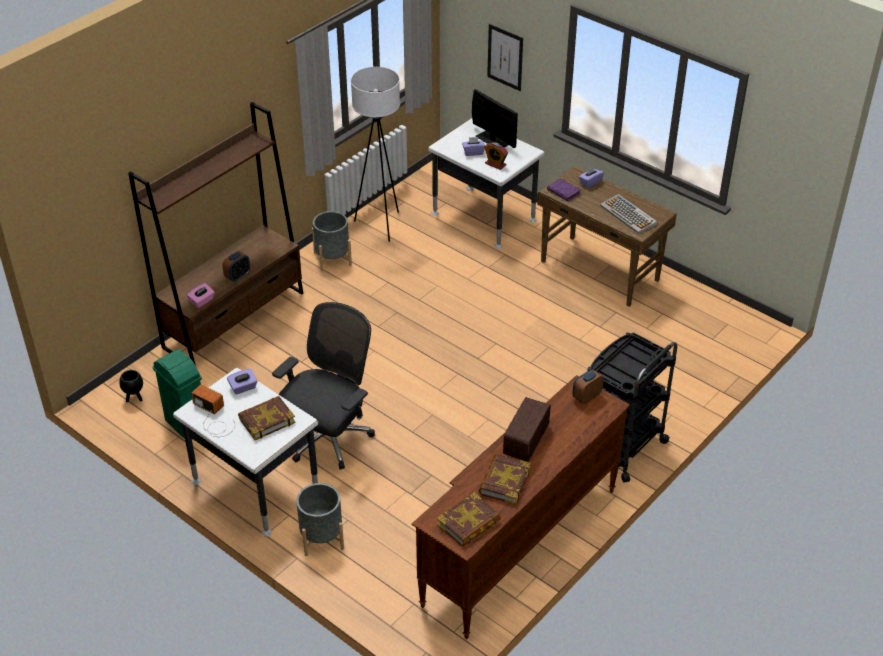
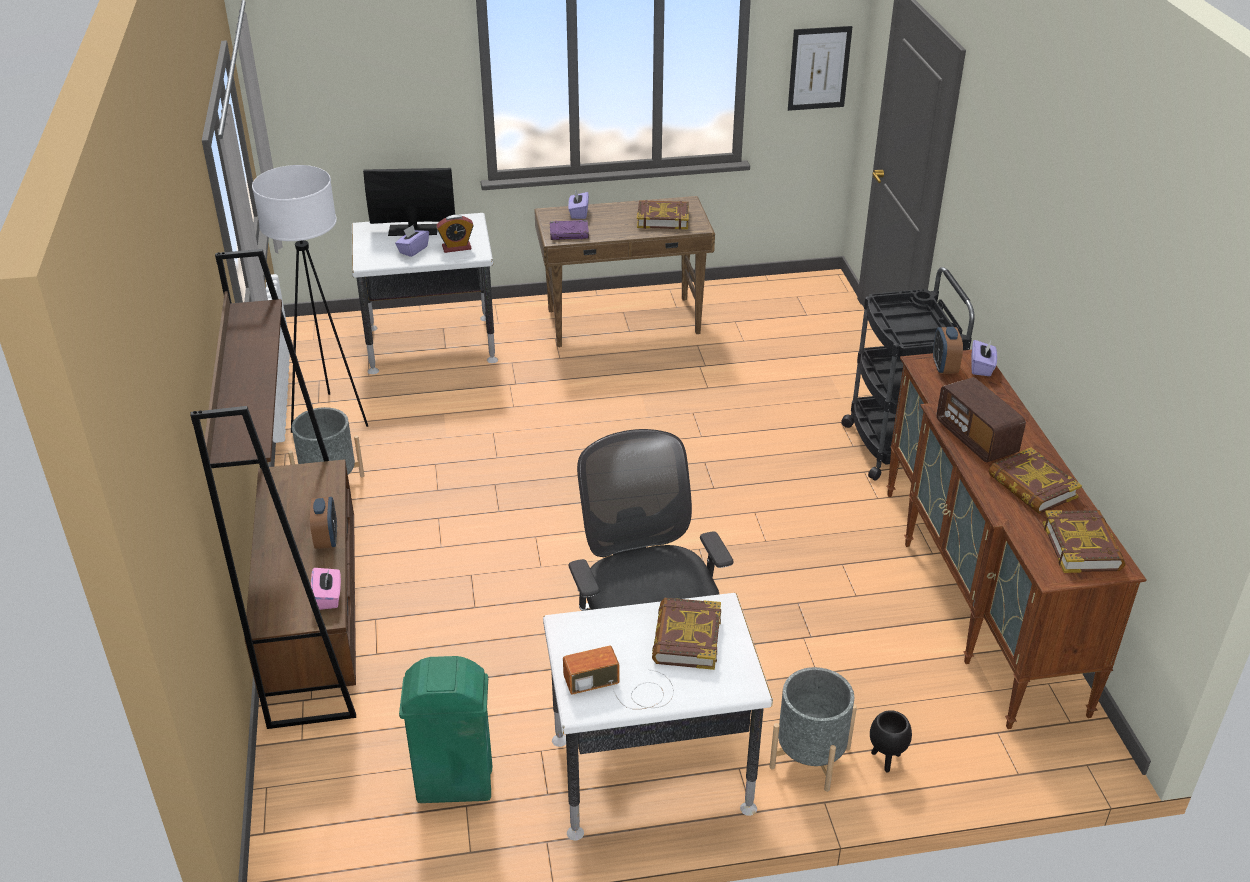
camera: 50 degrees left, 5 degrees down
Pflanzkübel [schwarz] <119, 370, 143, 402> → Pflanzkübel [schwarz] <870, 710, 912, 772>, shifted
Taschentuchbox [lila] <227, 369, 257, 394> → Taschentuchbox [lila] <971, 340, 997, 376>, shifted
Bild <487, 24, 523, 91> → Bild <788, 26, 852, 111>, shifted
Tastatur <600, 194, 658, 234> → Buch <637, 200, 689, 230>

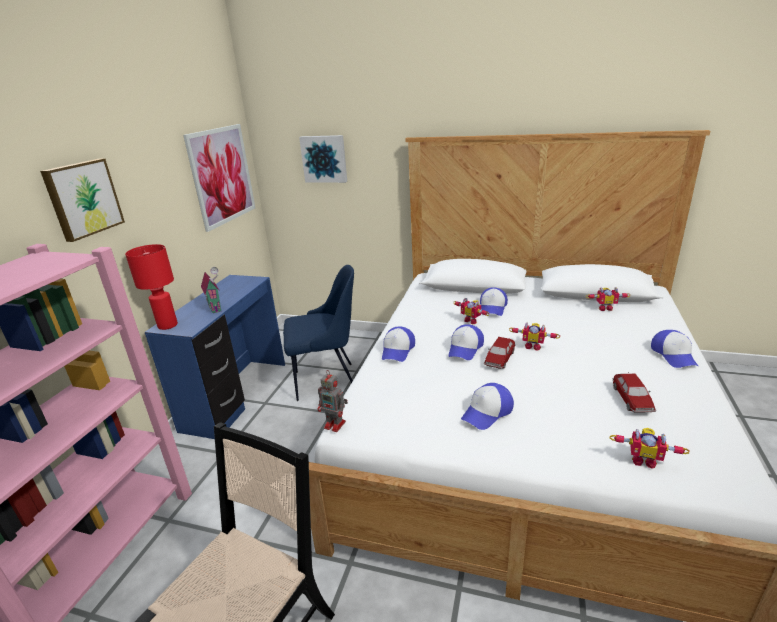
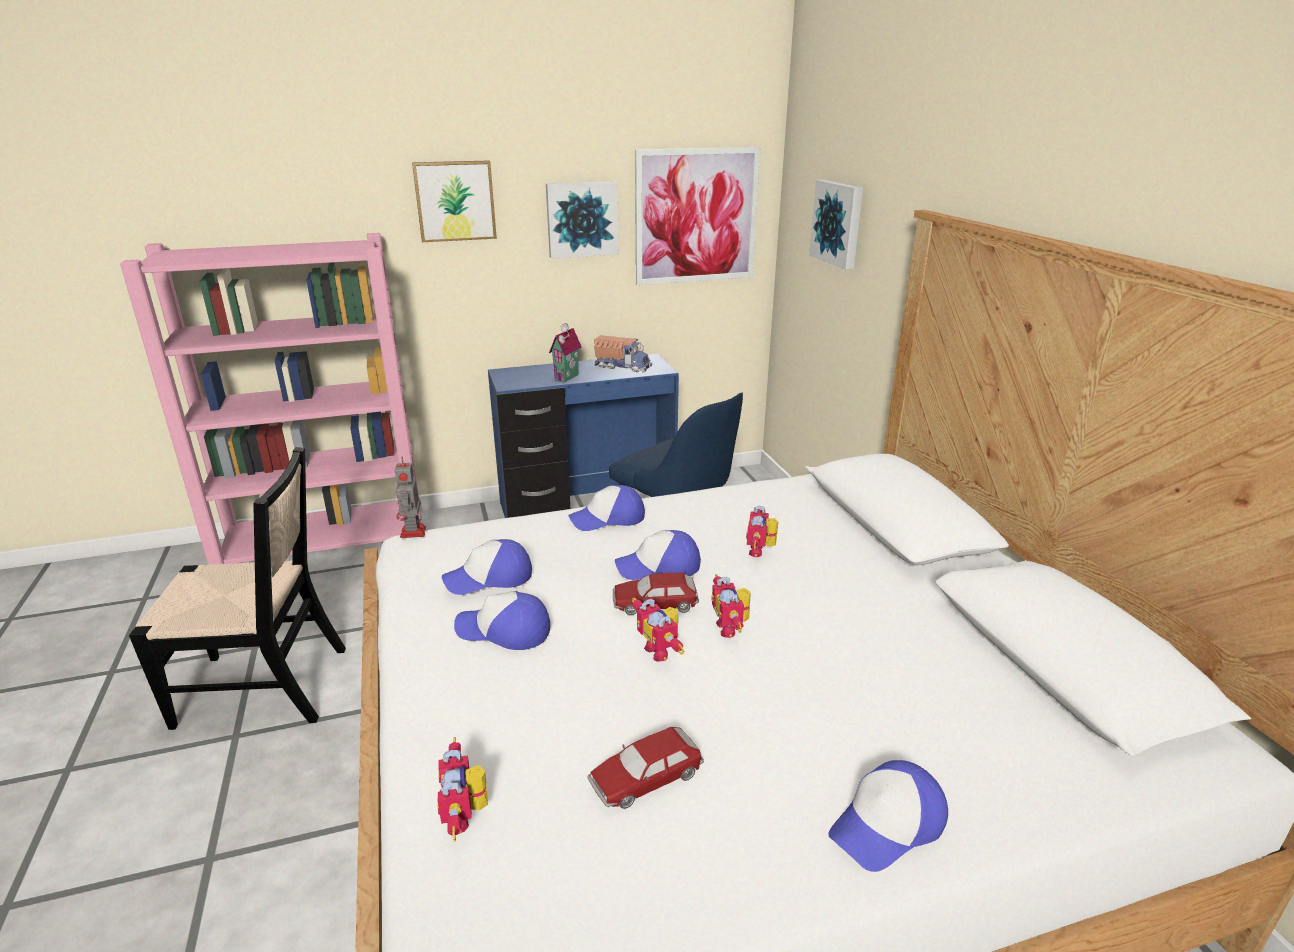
camera: 55 degrees right, 0 degrees up
Tischlampe [rot] <125, 244, 178, 330> → -
- → Bild <546, 181, 619, 259>
- → Spielzeuglaster <594, 335, 652, 373>
Kappe <480, 287, 508, 316> → Kappe <442, 539, 532, 595>, shifted
Spielzeugroboter <586, 287, 630, 311> → Spielzeugroboter <632, 598, 684, 662>, shifted

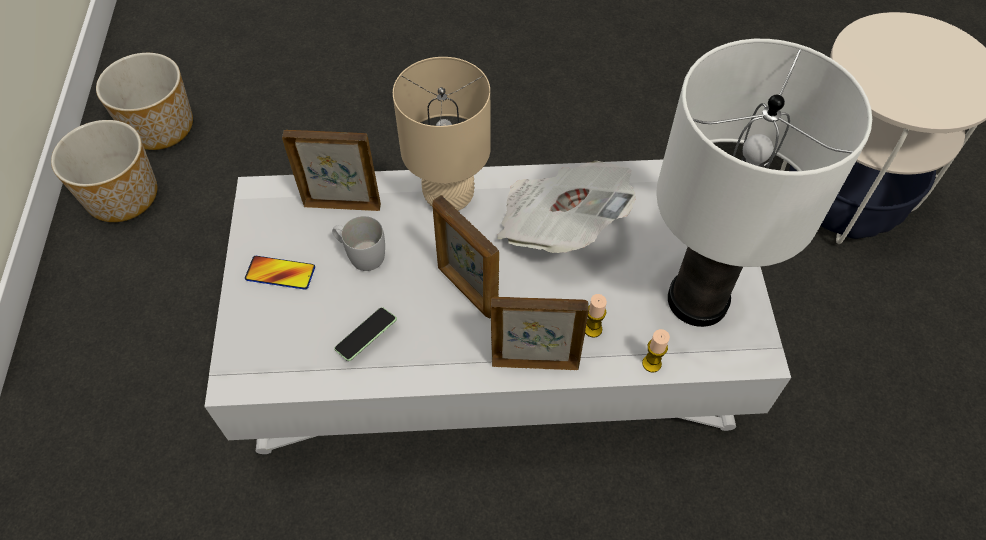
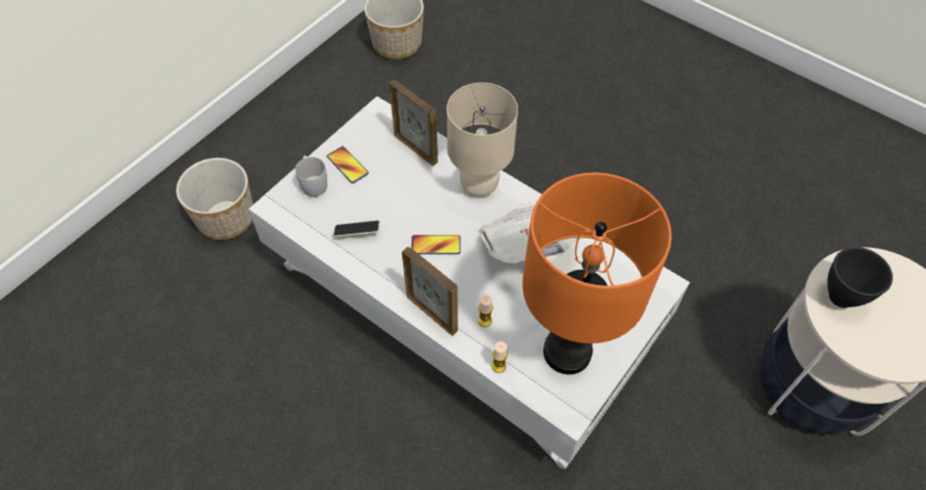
camera: 40 degrees right, 0 degrees up
- → Schüssel [schwarz] <827, 247, 893, 308>
Pflanzkübel <51, 120, 157, 222> → Pflanzkübel <176, 158, 253, 240>, shifted
Henkelbecher [weiß] <332, 216, 385, 271> → Henkelbecher [weiß] <295, 156, 327, 197>, shifted
Bilderrahmen <432, 195, 499, 318> → Handy <411, 235, 461, 254>
Tischlampe [weiß] <656, 39, 872, 327> → Tischlampe [orange] <522, 172, 672, 375>

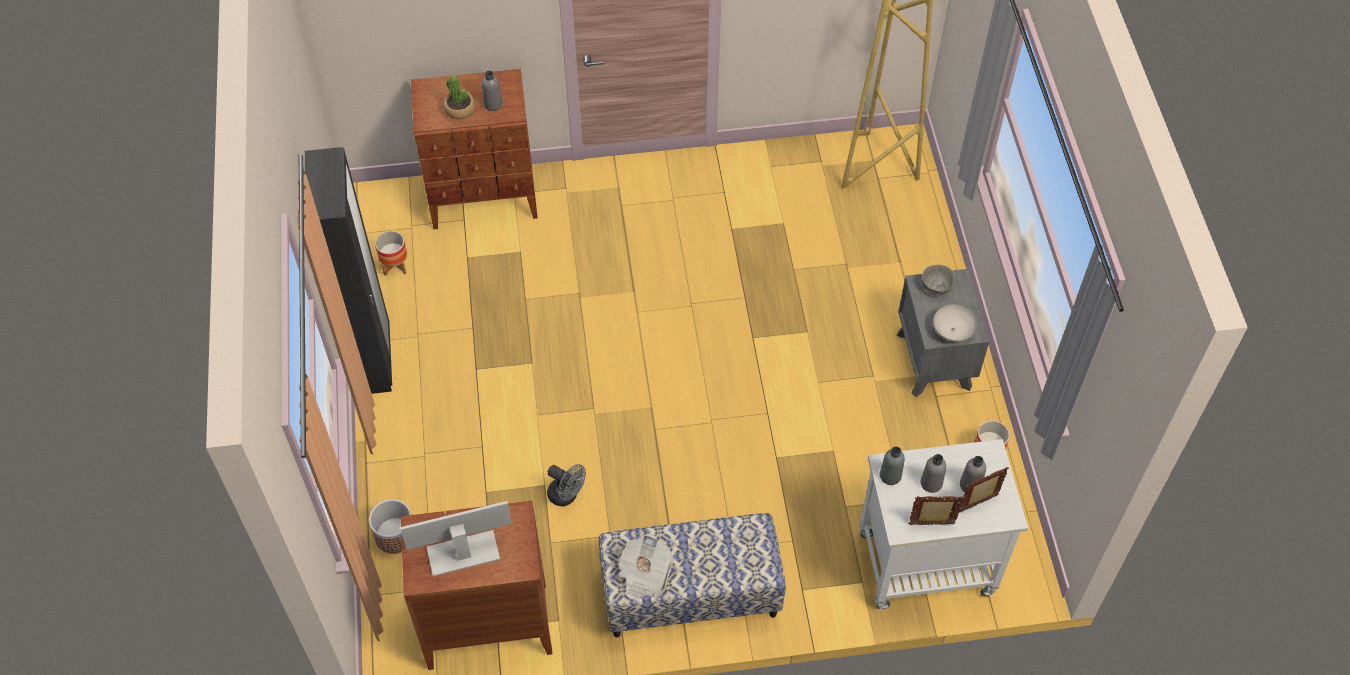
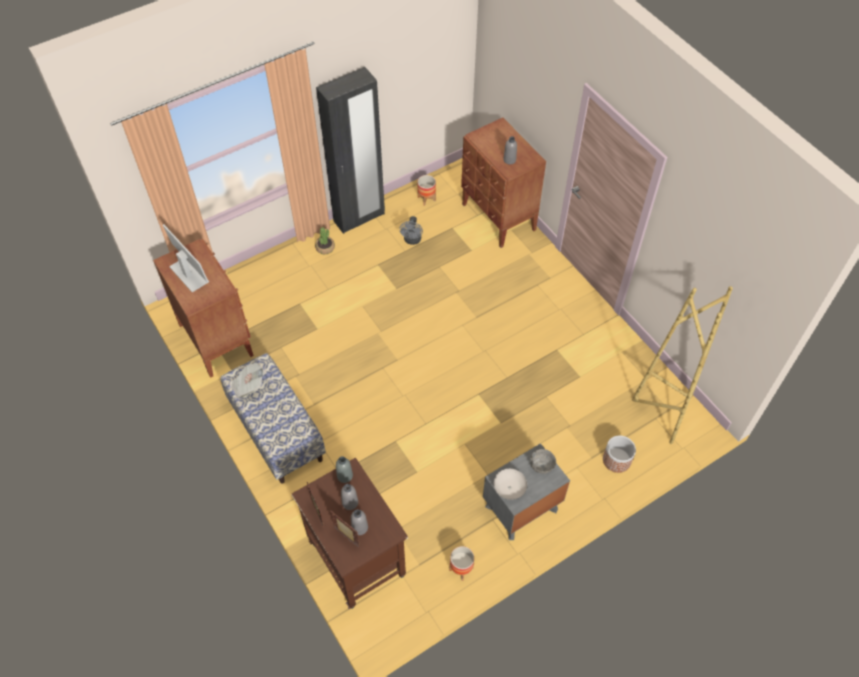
camera: 65 degrees right, 0 degrees up
Pflanzkübel <369, 499, 412, 554> → Pflanzkübel <603, 435, 636, 473>, shifted
Topfpflanze <443, 75, 475, 119> → Topfpflanze <315, 228, 335, 254>, shifted
Ventilator [grau] <547, 464, 586, 506> → Ventilator [grau] <399, 216, 423, 245>, shifted
Rollwagen [weiß] <859, 439, 1028, 611> → Rollwagen [braun] <292, 457, 408, 610>

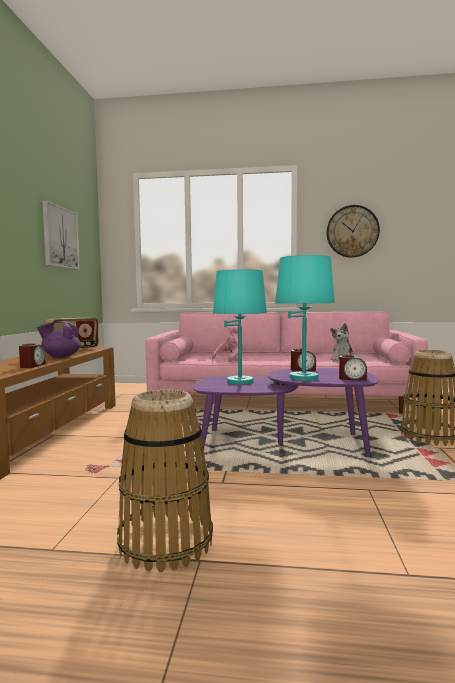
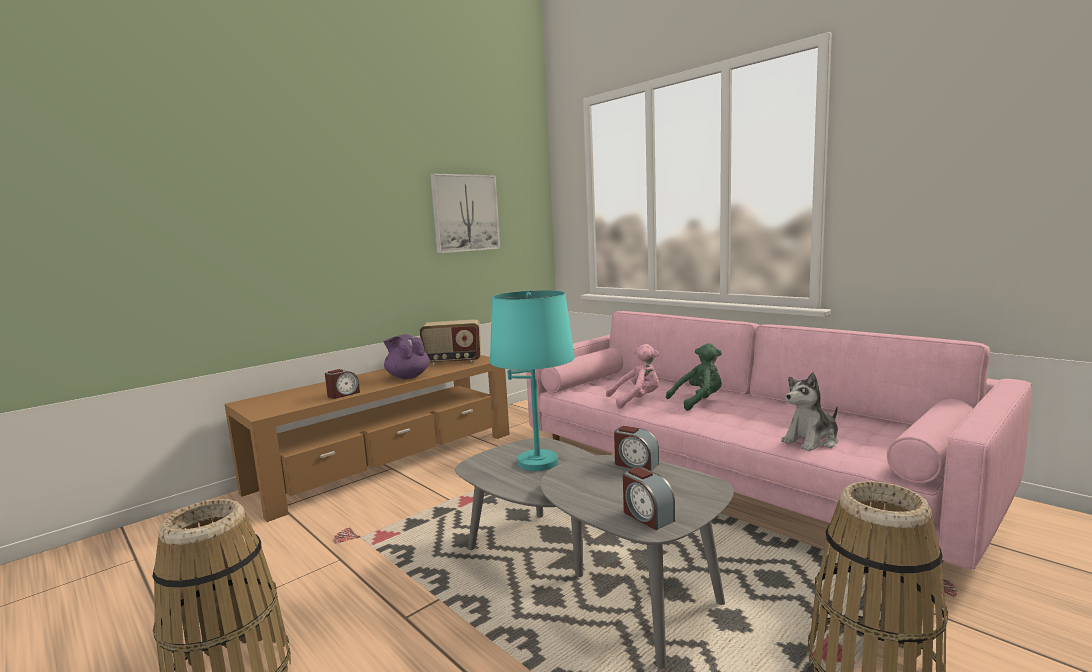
camera: 40 degrees right, 5 degrees up
Tischlampe [türkis] <275, 255, 335, 381> → -
Wanduhr <327, 205, 380, 258> → -
- → Plüschtier [grün] <666, 343, 722, 411>
Couchtisch [lila] <193, 368, 379, 457> → Couchtisch [grau] <455, 438, 734, 668>

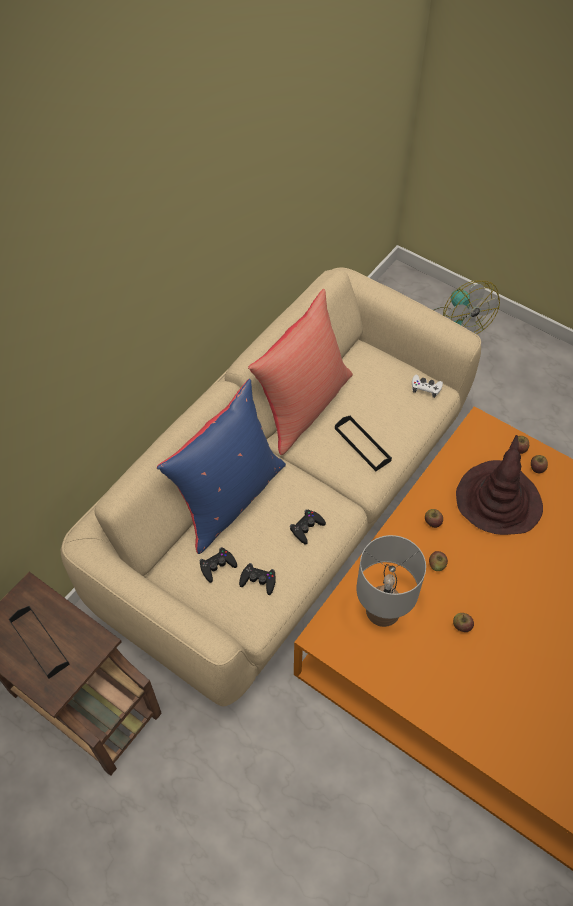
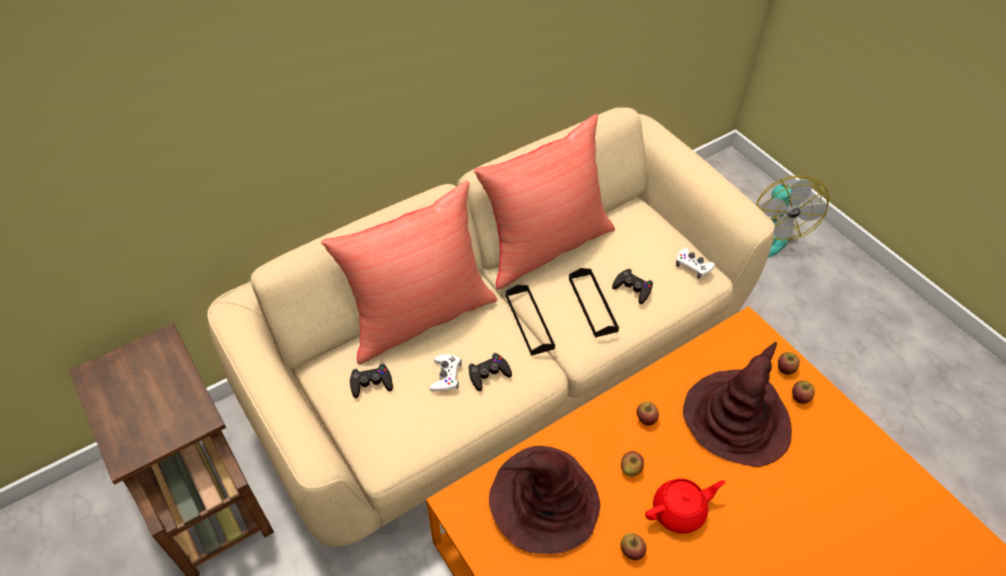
camera: 20 degrees right, 5 degrees down
- → Gamepad [weiß] <430, 354, 462, 392>
- → Teekanne [rot] <645, 479, 726, 534>
Tablett [schwarz] <9, 606, 70, 679> → Tablett [schwarz] <506, 285, 555, 356>, shifted
Gamepad [schwarz] <239, 563, 276, 595> → Gamepad [schwarz] <612, 269, 653, 304>, shifted
Tischlampe [grau] <356, 535, 426, 627> → Hut [braun] <489, 446, 600, 554>
Kissen [blau] <157, 379, 286, 554> → Kissen [rot] <321, 181, 497, 364>

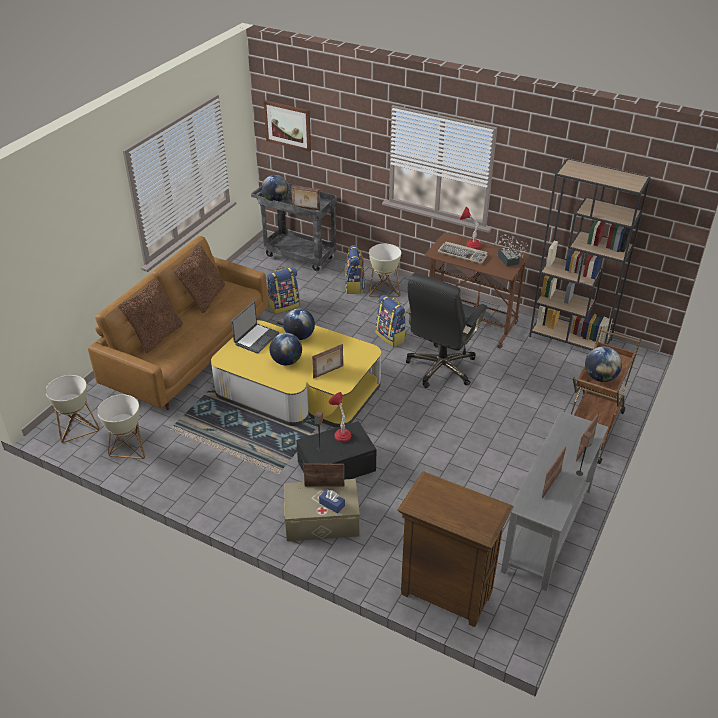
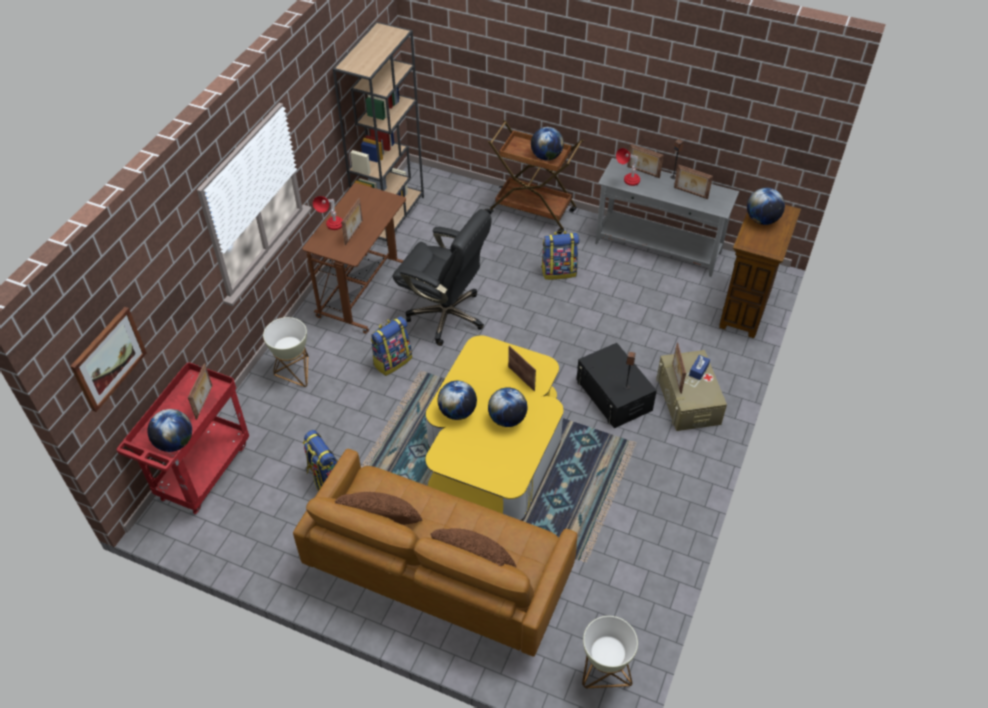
camera: 95 degrees left, 10 degrees up
Pflanzkübel <97, 394, 145, 459> → -
Laptop <231, 302, 279, 354> → -
Topfpflanze <495, 234, 529, 267> → -
- → Globus <747, 188, 785, 225>
Tischlampe [rot] <328, 392, 351, 442> → Tischlampe [rot] <616, 148, 640, 186>, shifted
Rucksack <344, 245, 365, 294> → Rucksack <541, 231, 579, 280>, shifted
Tastatur <437, 242, 487, 264> → Bilderrahmen <341, 198, 363, 246>
Rollwagen [grau] <251, 183, 337, 272> → Rollwagen [rot] <116, 363, 249, 516>

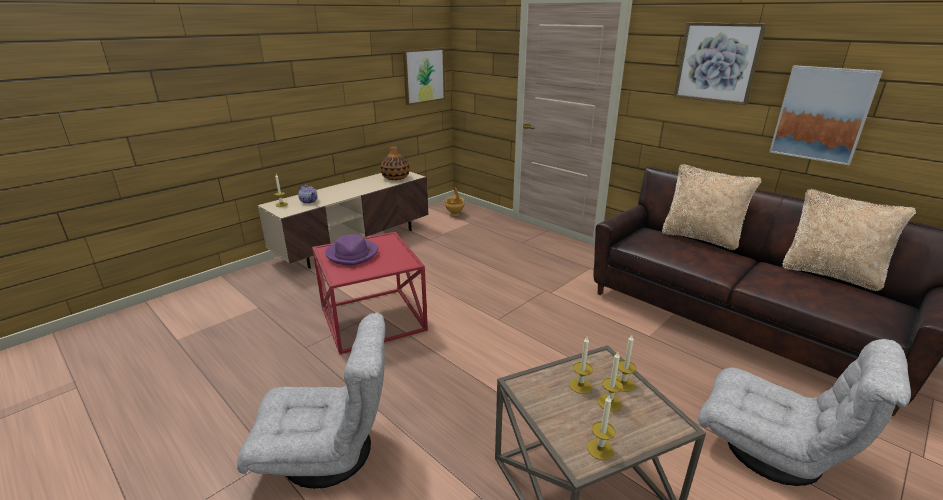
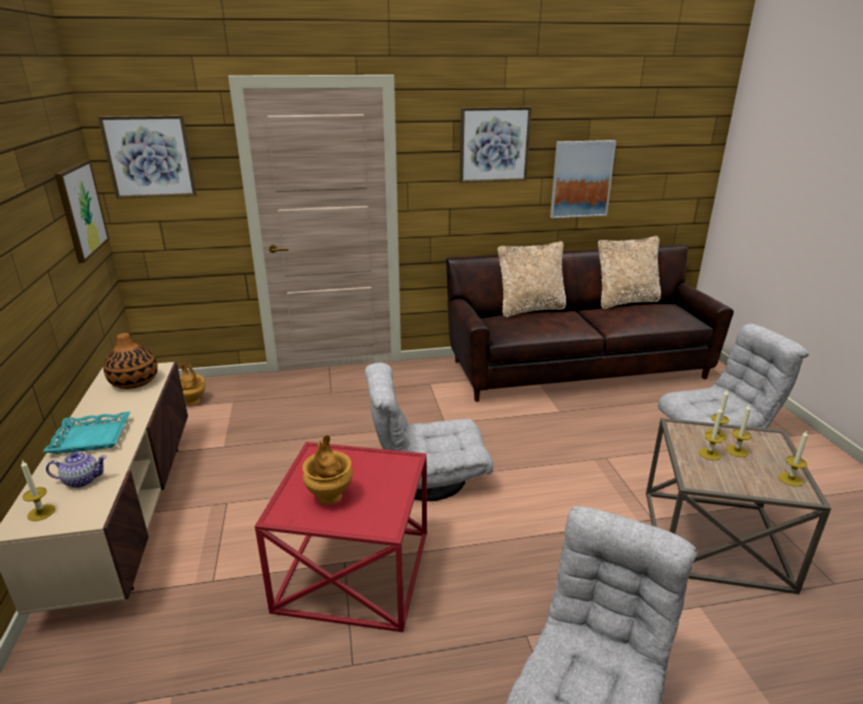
camera: 55 degrees left, 0 degrees up
- → Tablett [türkis] <43, 412, 130, 454>
- → Bild <98, 115, 197, 199>
- → Sessel [grau] <365, 363, 493, 501>
Hut [lila] <325, 234, 378, 266> → Vase [braun] <302, 435, 353, 504>

